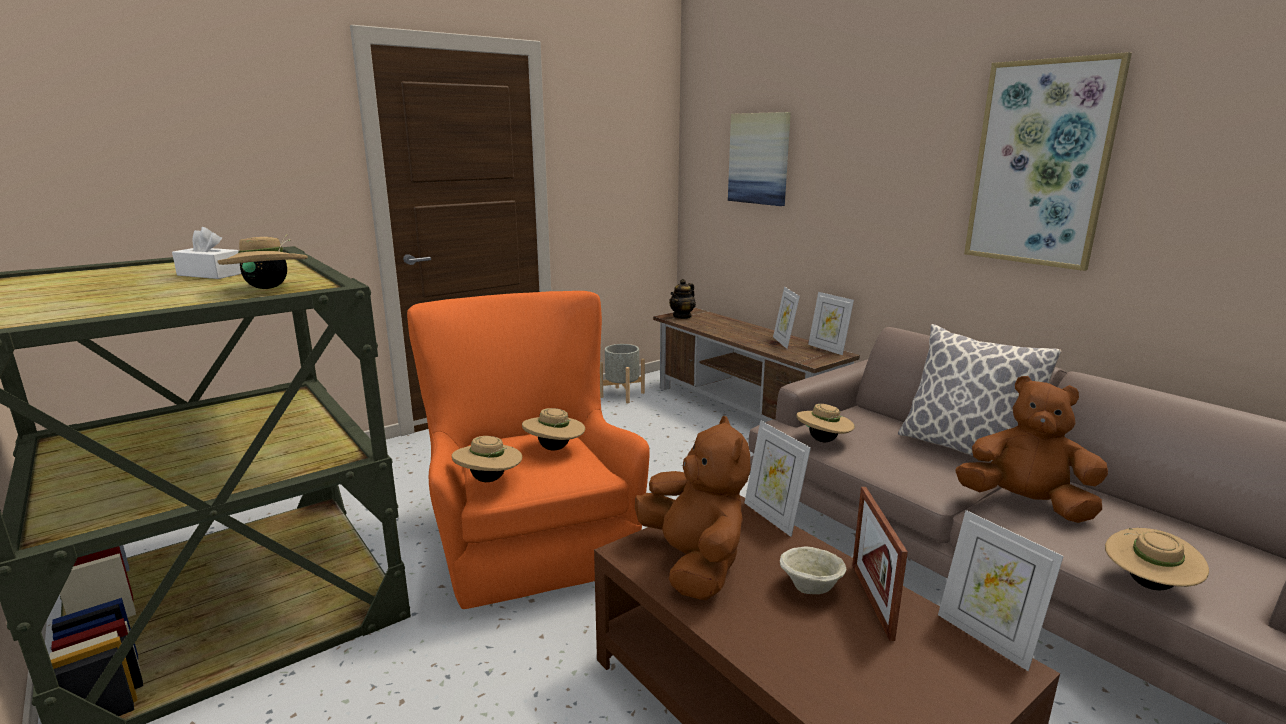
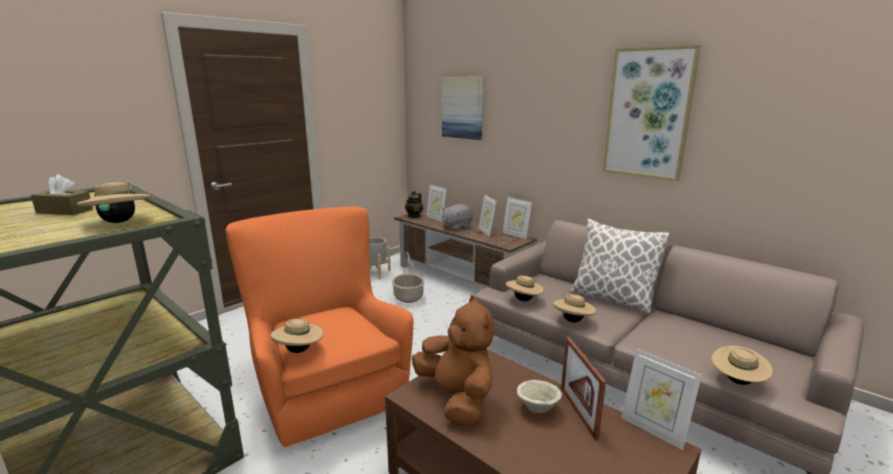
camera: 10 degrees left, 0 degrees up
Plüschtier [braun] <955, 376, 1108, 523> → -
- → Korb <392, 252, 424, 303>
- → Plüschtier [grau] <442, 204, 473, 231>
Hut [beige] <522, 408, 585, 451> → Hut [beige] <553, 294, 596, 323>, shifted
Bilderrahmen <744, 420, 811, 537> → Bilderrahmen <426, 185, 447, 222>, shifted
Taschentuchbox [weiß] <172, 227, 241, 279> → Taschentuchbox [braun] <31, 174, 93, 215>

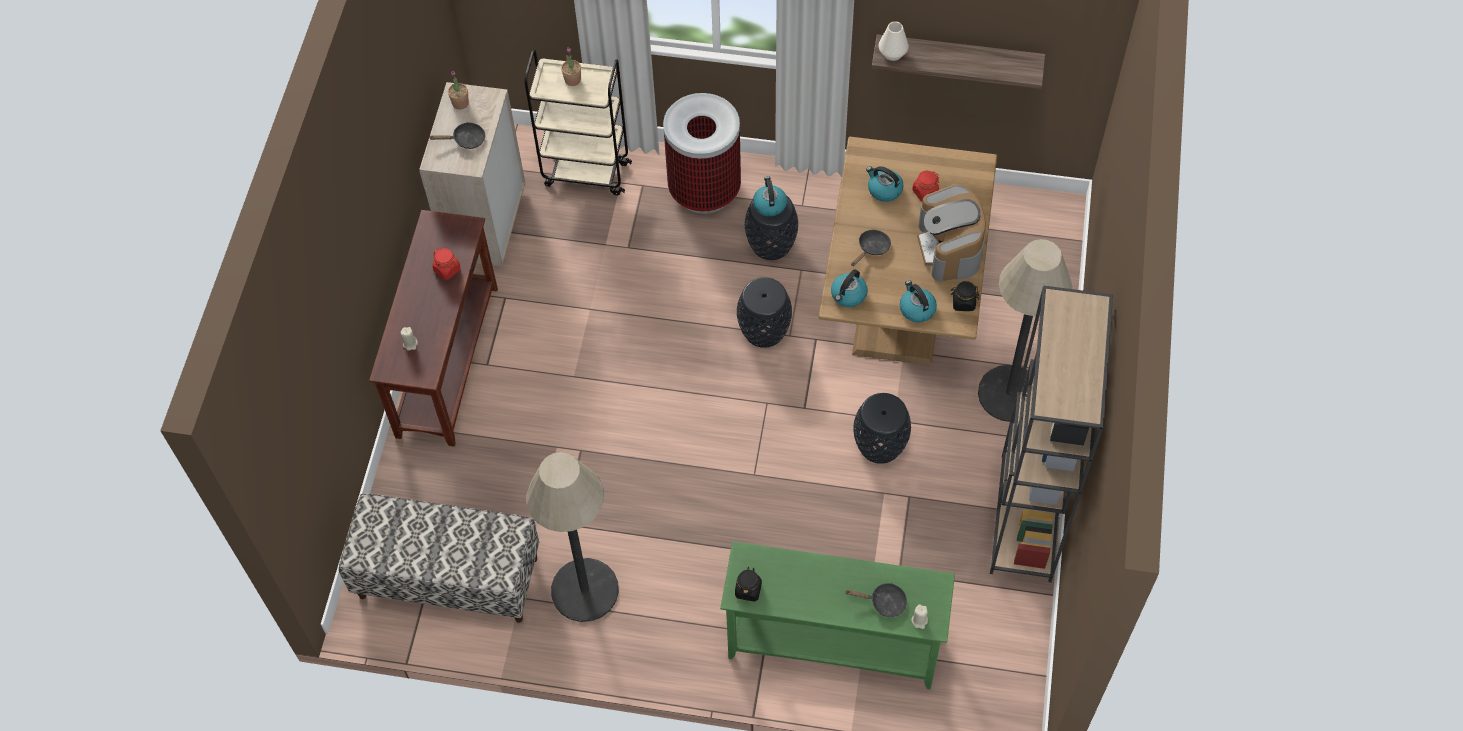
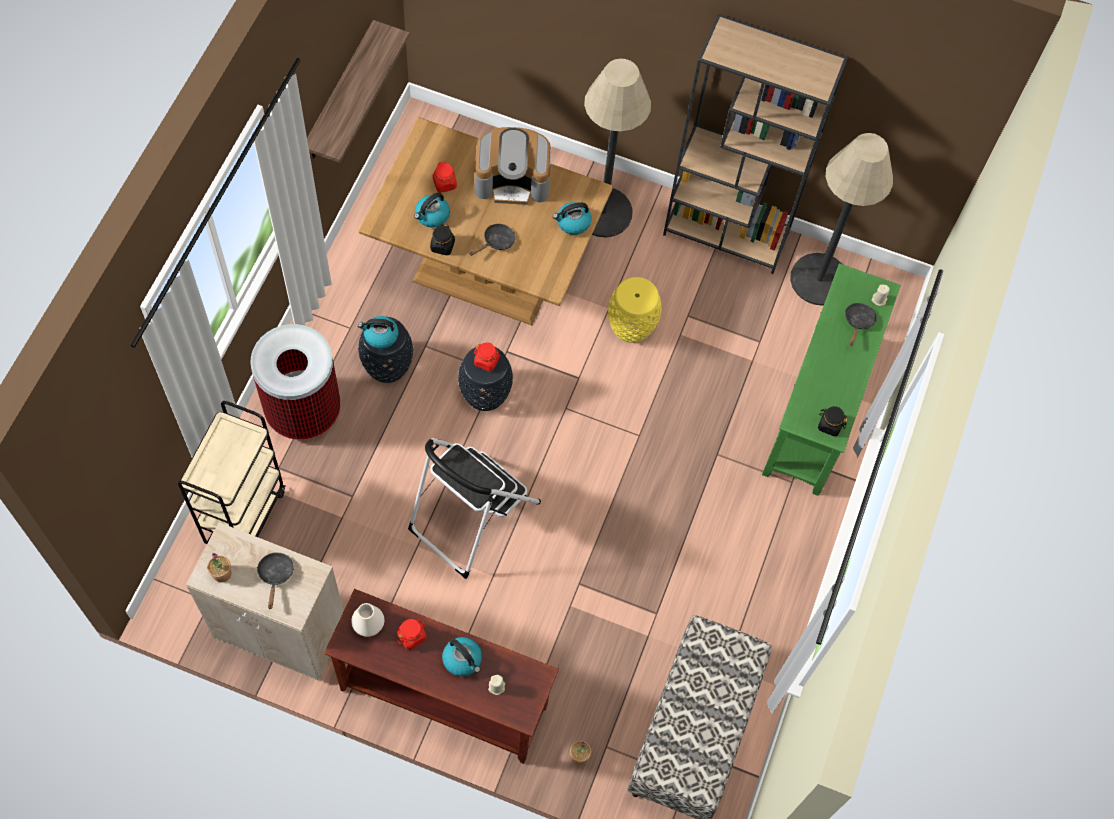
camera: 85 degrees left, 5 degrees up
- → Trittleiter <408, 438, 541, 579>
- → Vorratsglas [rot] <474, 342, 501, 372>
Stehlampe <526, 452, 619, 622> → Stehlampe <790, 133, 893, 306>, shifted
Topfpflanze <561, 47, 581, 86> → Topfpflanze <570, 741, 591, 764>, shifted
Wasserkessel <831, 269, 868, 307> → Wasserkessel <442, 637, 482, 676>, shifted
Vase [weiß] <879, 22, 909, 61> → Vase [weiß] <351, 603, 384, 637>, shifted
Vorratsglas [schwarz] <951, 281, 979, 311> → Vorratsglas [schwarz] <430, 224, 455, 255>, shifted
Hocker [schwarz] <853, 393, 911, 464> → Hocker [gelb] <608, 277, 661, 343>
Pfanne [schwarz] <851, 230, 891, 266> → Pfanne [schwarz] <469, 224, 516, 256>, 90 degrees clockwise

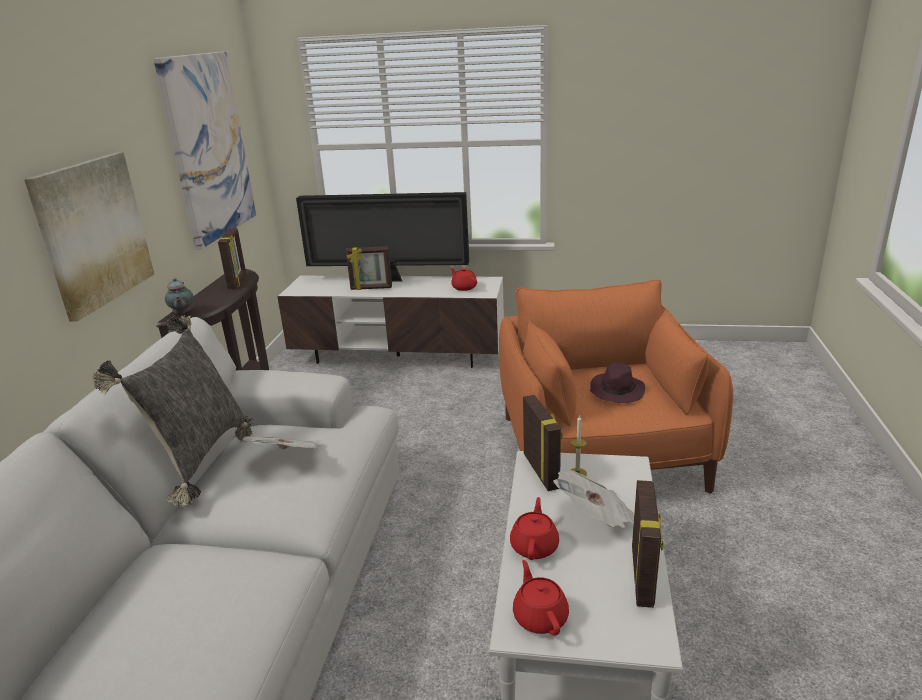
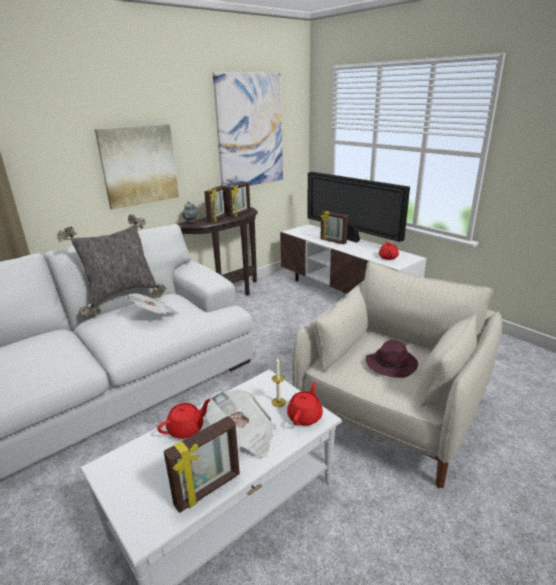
camera: 40 degrees right, 0 degrees up
Teekanne [rot] <513, 560, 569, 636> → Teekanne [rot] <287, 382, 323, 426>, shifted
Bilderrahmen <523, 395, 563, 491> → Bilderrahmen <204, 185, 228, 223>, shifted
Sessel [orange] <499, 279, 733, 493> → Sessel [beige] <292, 261, 502, 488>

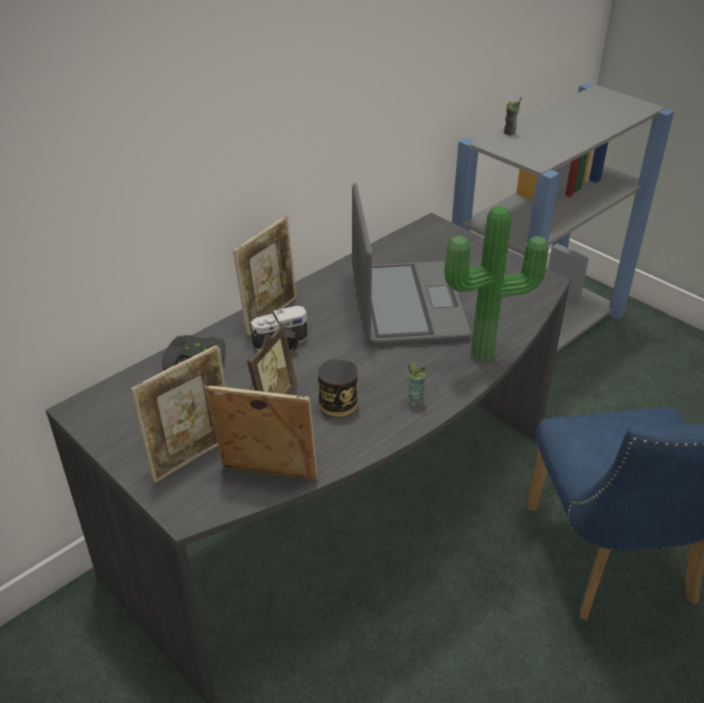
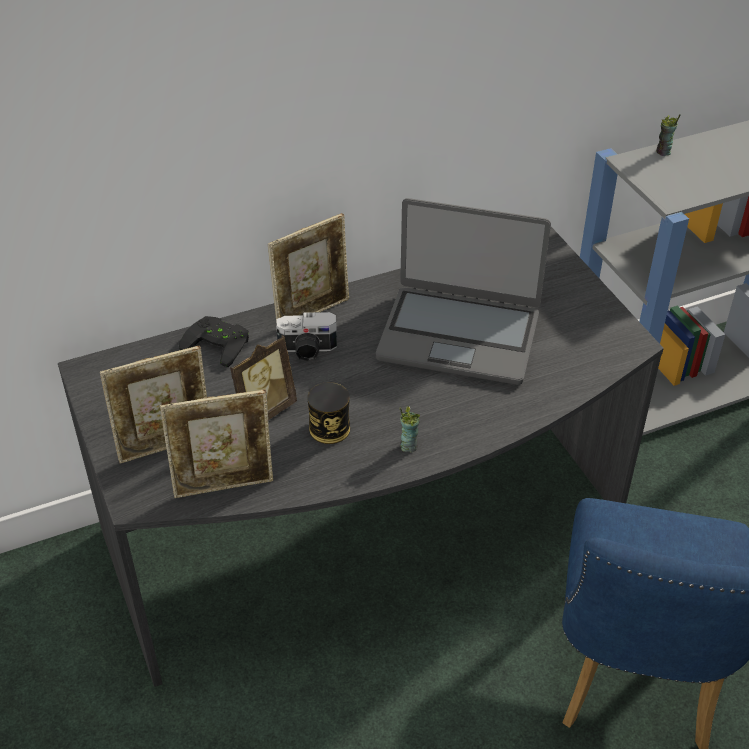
camera: 20 degrees right, 5 degrees up
Topfpflanze <444, 206, 549, 362> → -
Bilderrahmen <205, 385, 318, 480> → Bilderrahmen <160, 389, 273, 498>, 135 degrees clockwise
Laptop <352, 183, 471, 346> → Laptop <376, 198, 551, 385>, 90 degrees clockwise

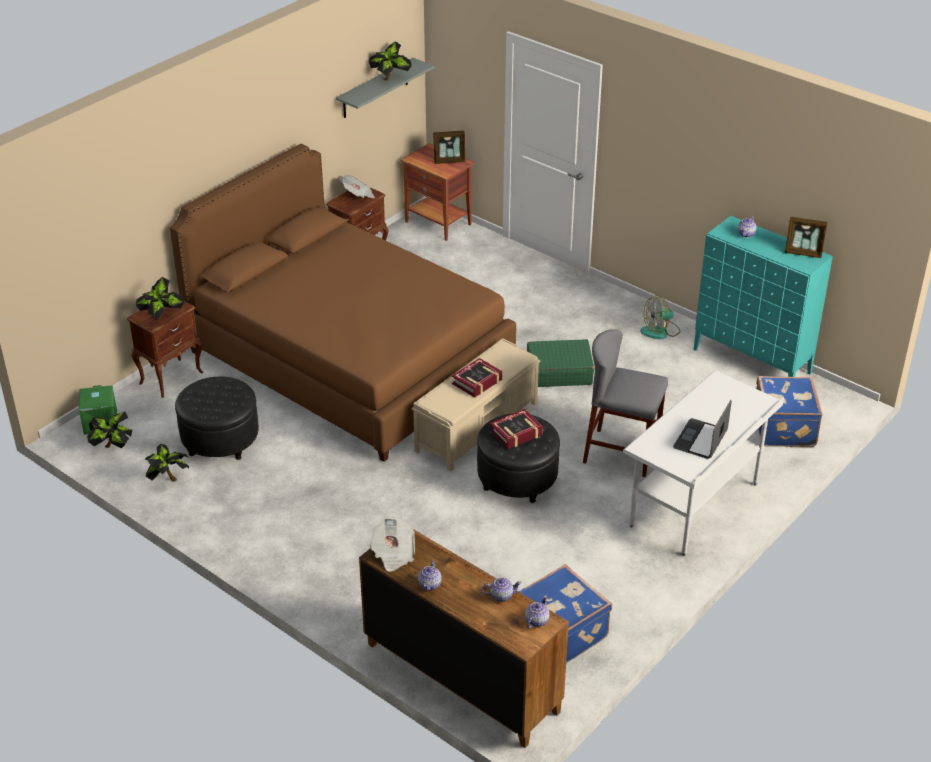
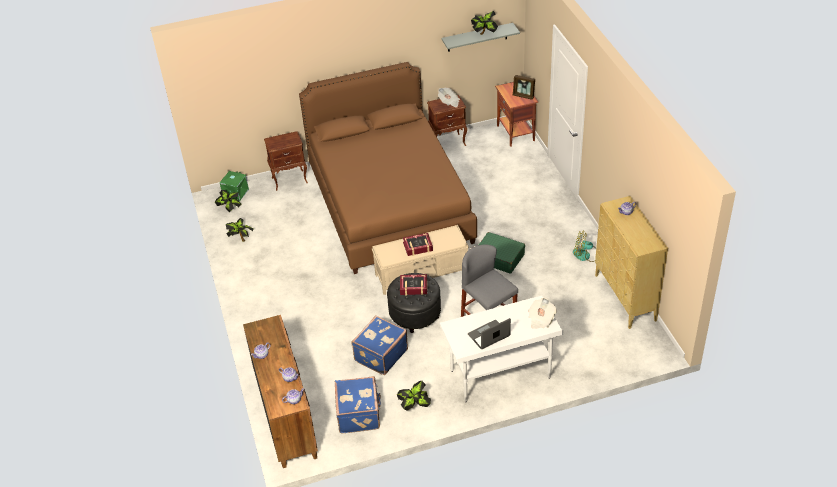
camera: 35 degrees right, 5 degrees up
Polsterhocker [schwarz] <175, 377, 259, 460> → -
Bilderrahmen <785, 217, 828, 258> → -
Topfpflanze <136, 277, 185, 321> → Topfpflanze <397, 381, 431, 411>, shifted
Zeitung <370, 517, 415, 572> → Zeitung <528, 298, 556, 329>, shifted
Koffer [blau] <755, 376, 822, 447> → Koffer [blau] <351, 315, 408, 375>, shifted
Kommode [türkis] <694, 216, 833, 377> → Kommode [beige] <595, 196, 668, 329>

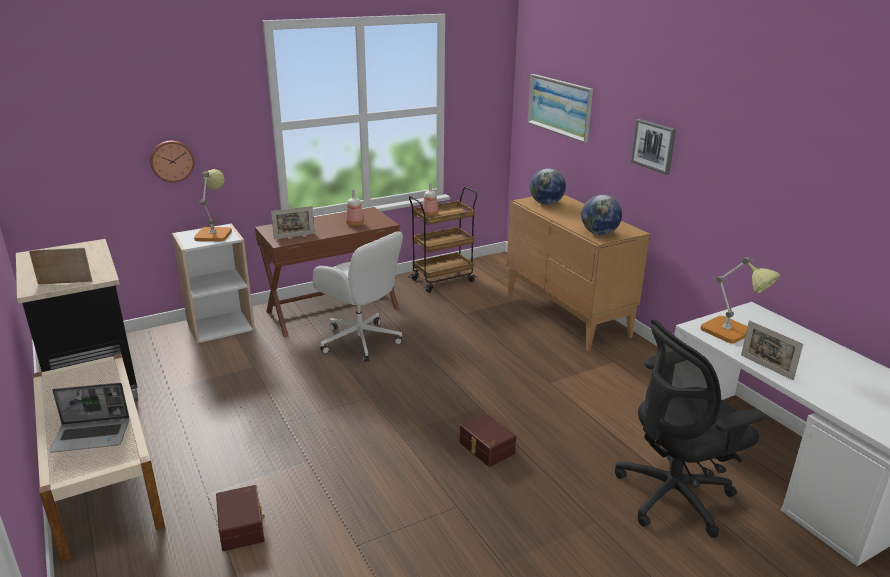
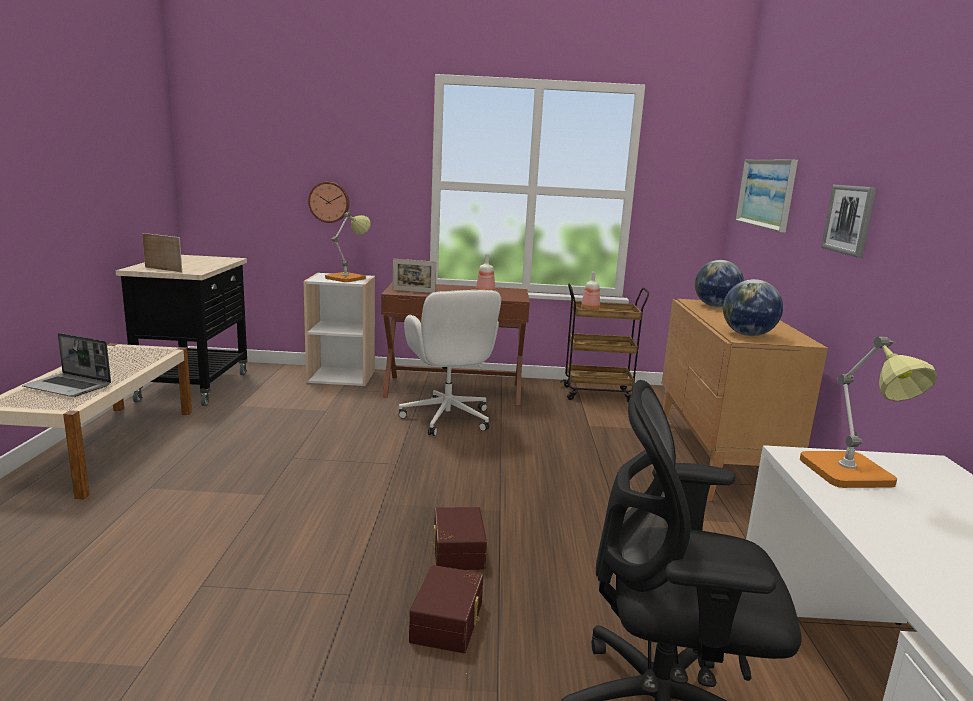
camera: 30 degrees right, 10 degrees down
Bilderrahmen <741, 320, 803, 380> → -
Aufbewahrungsbox [braun] <216, 485, 265, 551> → Aufbewahrungsbox [braun] <409, 565, 483, 653>, shifted

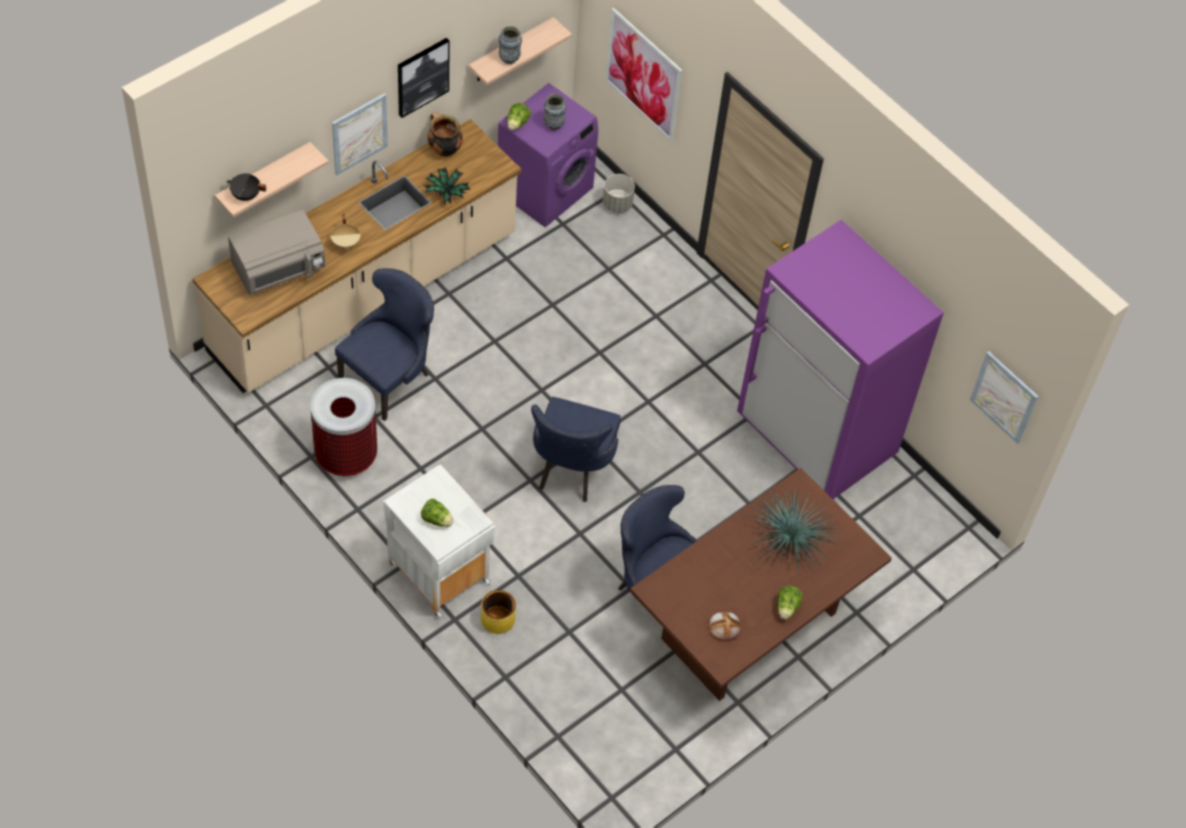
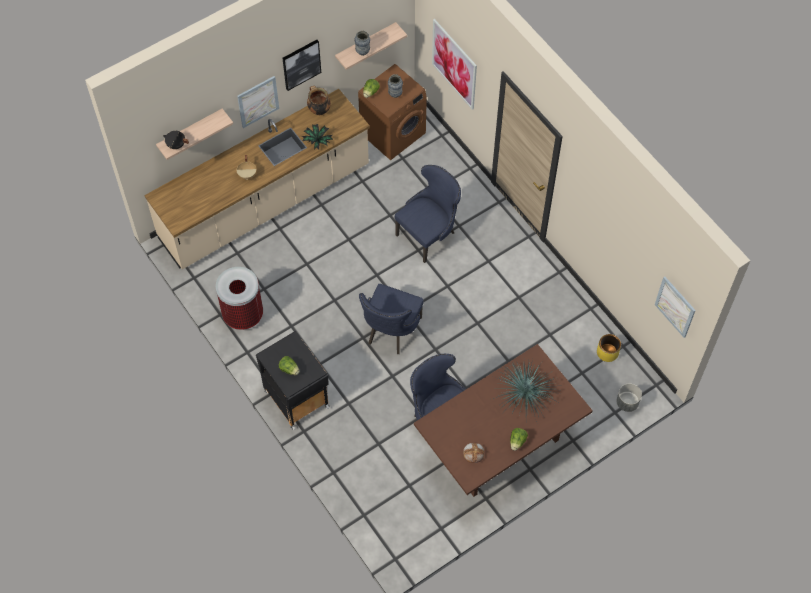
camera: 10 degrees right, 5 degrees up
Mikrowelle [grau] <228, 210, 325, 294> → -
Kühlschrank [lila] <737, 220, 944, 499> → -
Stuhl [blau] <335, 268, 434, 421> → Stuhl [blau] <395, 165, 461, 263>, shifted
Pflanzkübel [gelb] <481, 590, 516, 634> → Pflanzkübel [gelb] <597, 334, 621, 362>, shifted
Pflanzkübel [grau] <603, 174, 635, 213> → Pflanzkübel [grau] <616, 383, 642, 412>, shifted
Rollwagen [weiß] <383, 465, 495, 619> → Rollwagen [schwarz] <256, 331, 329, 430>
Waschmaschine [lila] <498, 83, 598, 227> → Waschmaschine [braun] <358, 64, 427, 160>

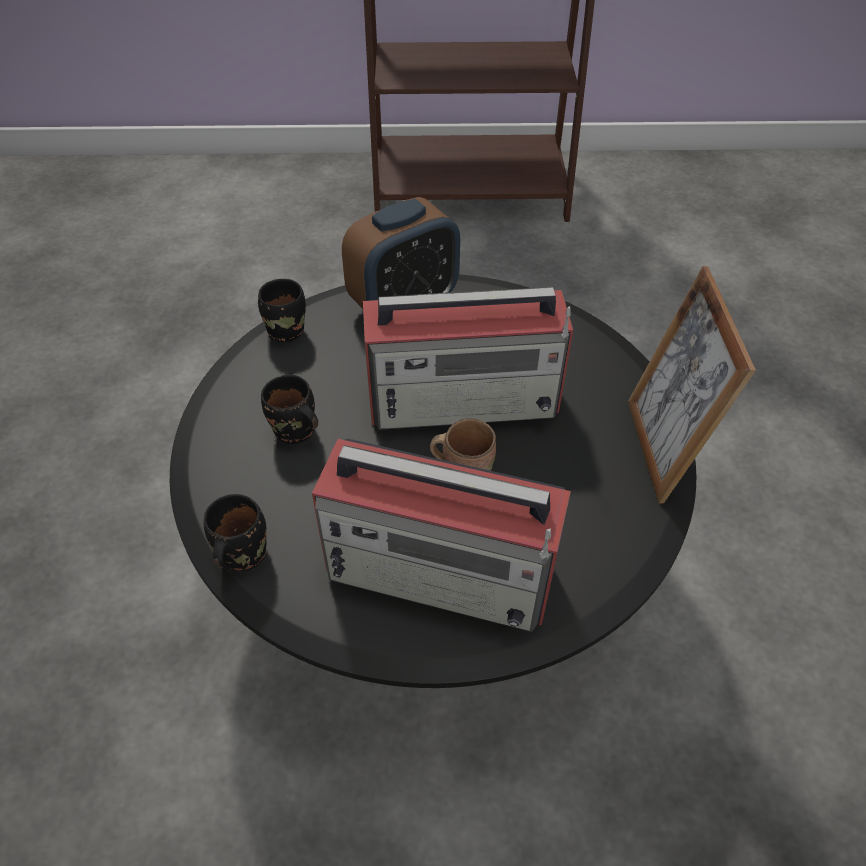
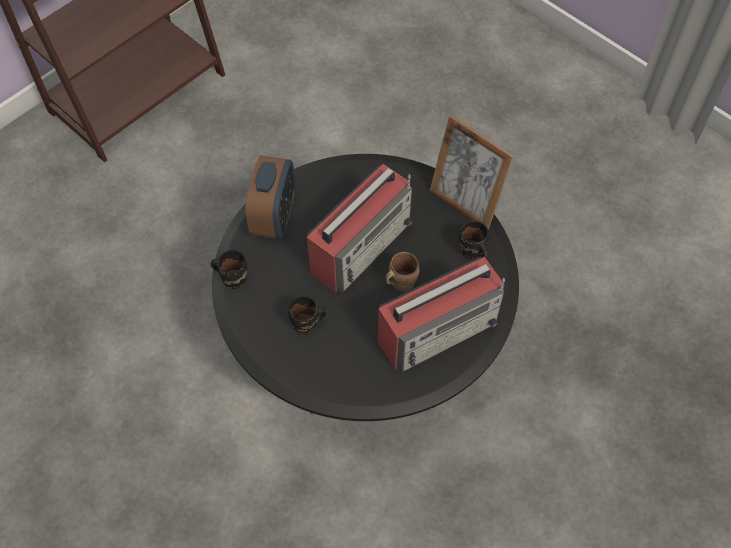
camera: 45 degrees left, 10 degrees up
Henkelbecher [schwarz] <204, 494, 266, 571> → Henkelbecher [schwarz] <459, 221, 489, 259>, shifted

